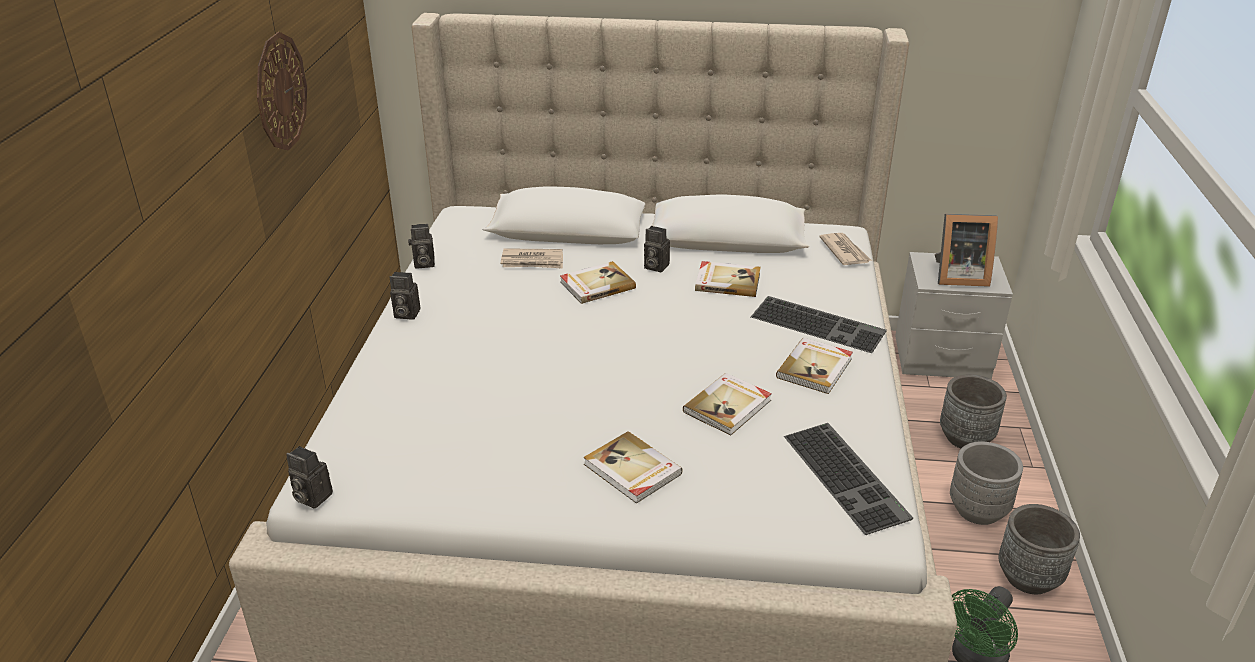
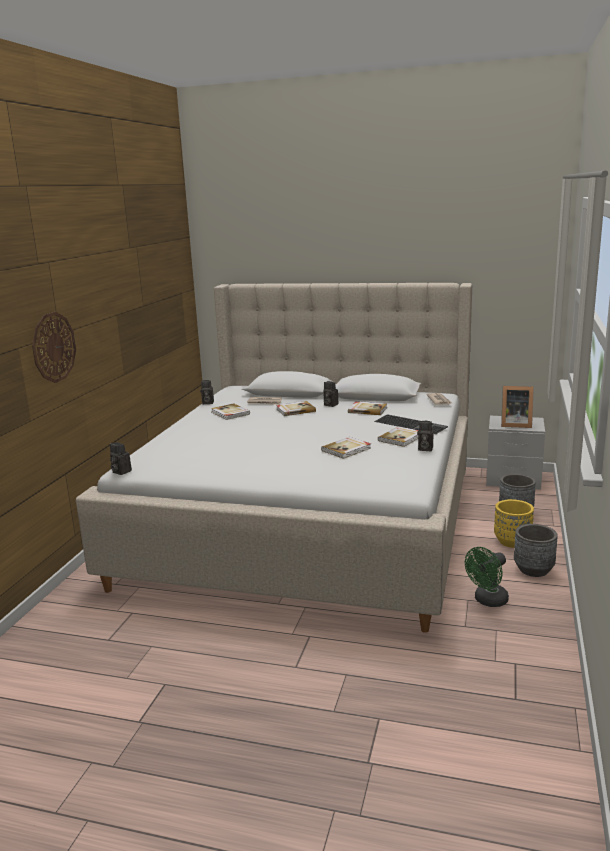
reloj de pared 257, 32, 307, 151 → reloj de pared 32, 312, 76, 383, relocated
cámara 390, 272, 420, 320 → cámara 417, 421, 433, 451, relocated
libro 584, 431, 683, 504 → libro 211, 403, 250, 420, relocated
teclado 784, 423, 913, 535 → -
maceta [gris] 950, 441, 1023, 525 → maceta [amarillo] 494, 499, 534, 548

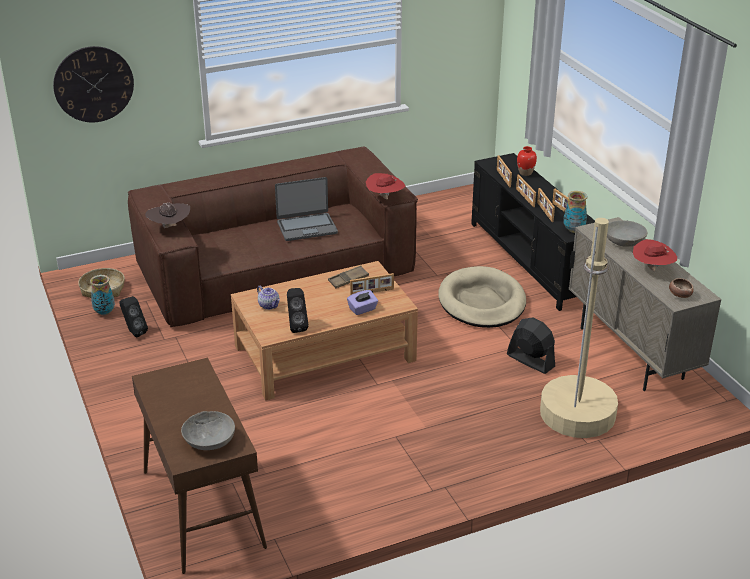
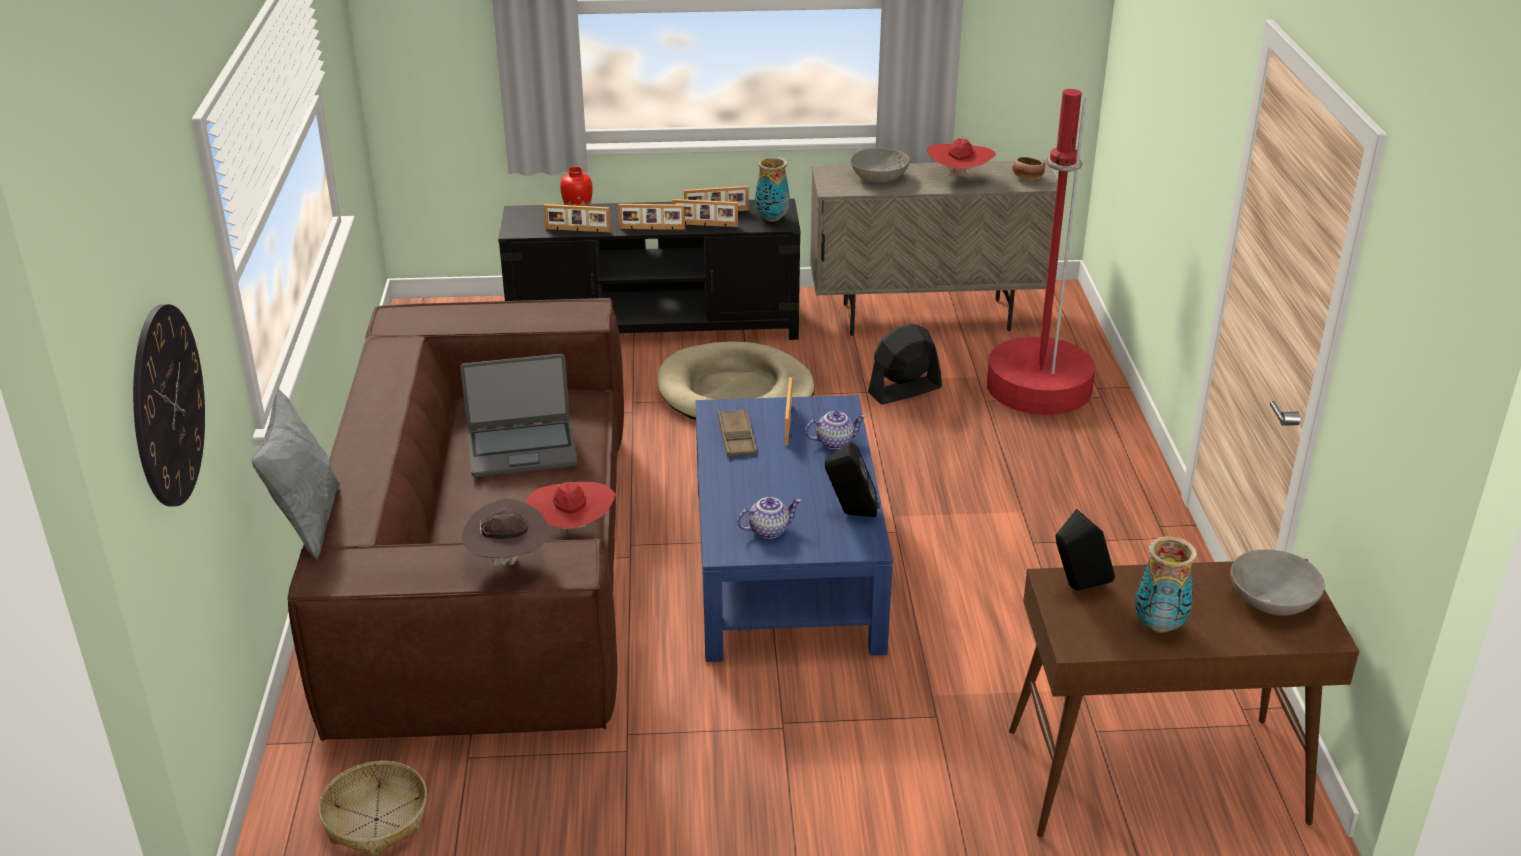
florero 90, 275, 115, 315 → florero 1135, 536, 1197, 633, relocated
altavoz [negro] 119, 296, 148, 338 → altavoz [negro] 1055, 509, 1115, 591, relocated
mesa de centro [marrón] 231, 261, 418, 401 → mesa de centro [azul] 695, 395, 893, 662
portátil 275, 177, 338, 241 → portátil 460, 354, 578, 477, 75 degrees clockwise
caja de pañuelos [morado] 347, 290, 378, 315 → tetera 805, 411, 866, 449
sombrero [rojo] 366, 173, 405, 199 → sombrero [rojo] 525, 482, 615, 529, relocated
lámpara de pie [beis] 540, 218, 618, 438 → lámpara de pie [rojo] 987, 89, 1095, 415
- → cojín [gris] 252, 389, 340, 560

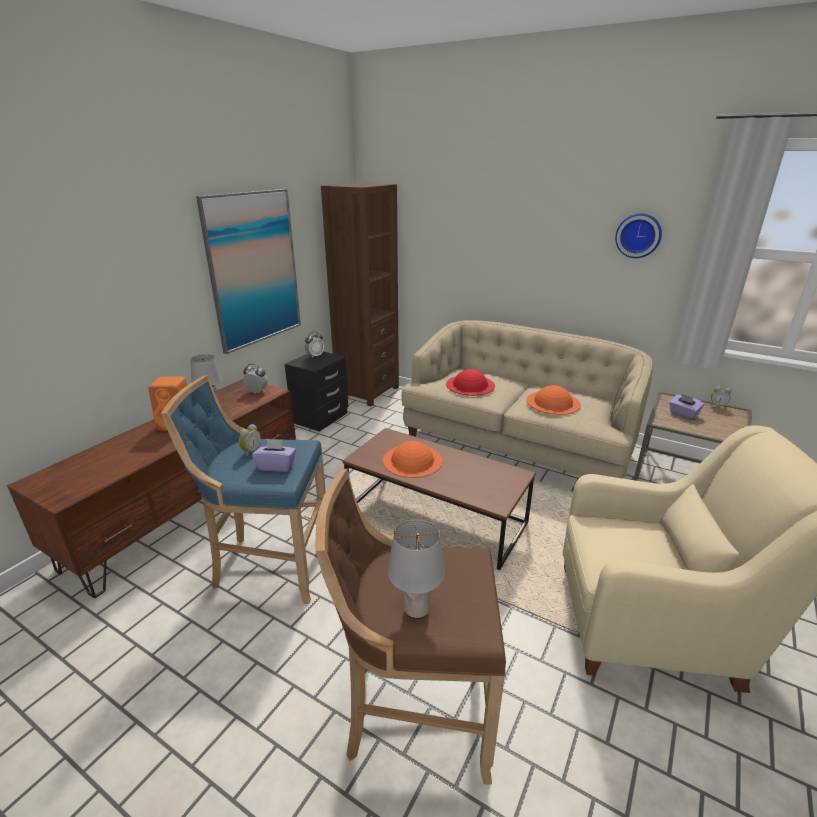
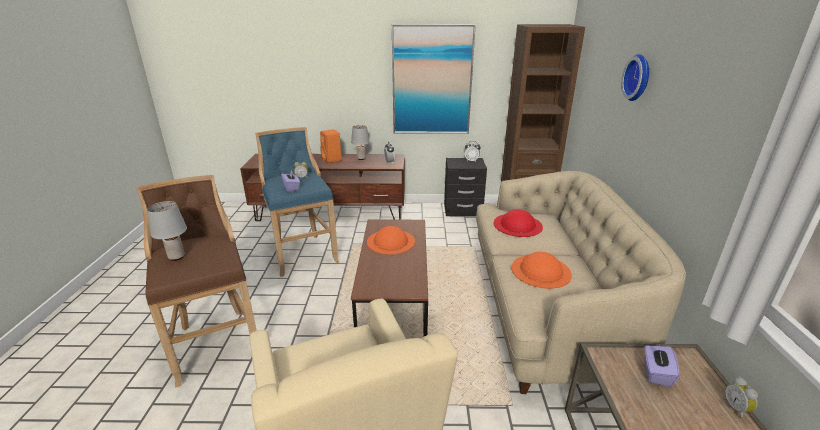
reloj de pared 615, 213, 662, 258 → reloj de pared 621, 54, 649, 101, relocated

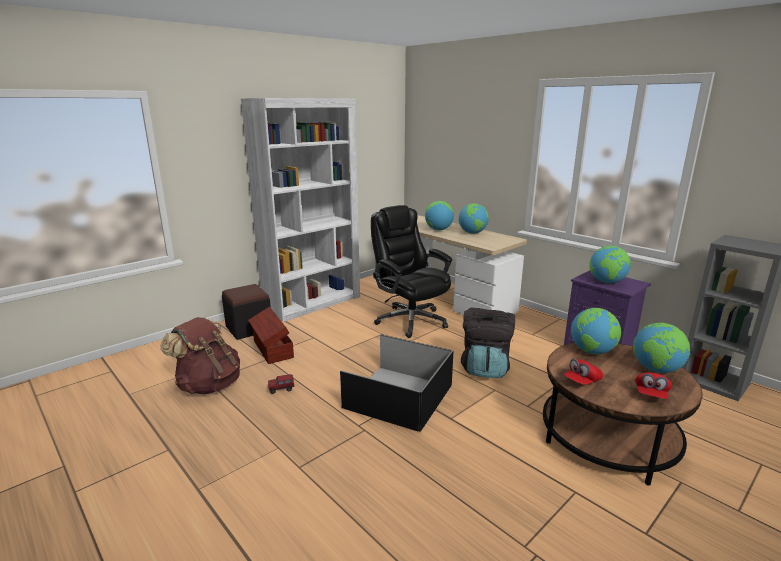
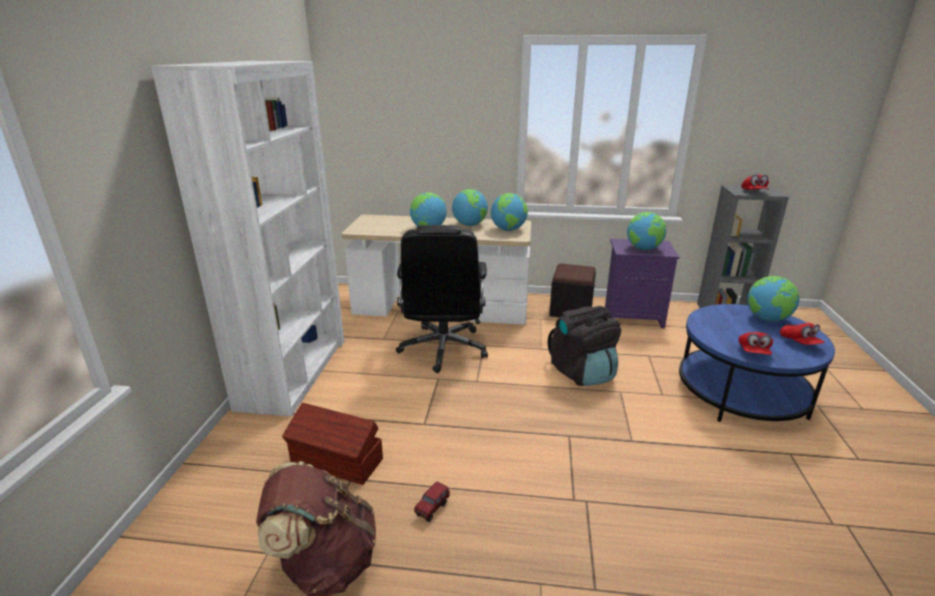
puf [negro] 222, 284, 271, 340 → puf [negro] 549, 264, 596, 317, relocated
caja de almacenaje [negro] 340, 334, 454, 432 → -
silla de oficina [negro] 371, 205, 452, 338 → silla de oficina [negro] 396, 225, 488, 373, 105 degrees counterclockwise
mesa de centro [marrón] 543, 343, 703, 486 → mesa de centro [azul] 679, 304, 835, 422
globo terráqueo 571, 308, 621, 354 → globo terráqueo 491, 193, 528, 231, relocated
- → gorra [rojo] 741, 174, 769, 190

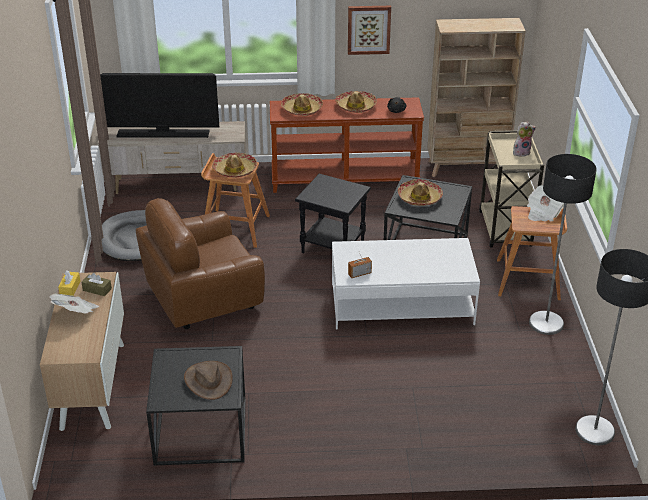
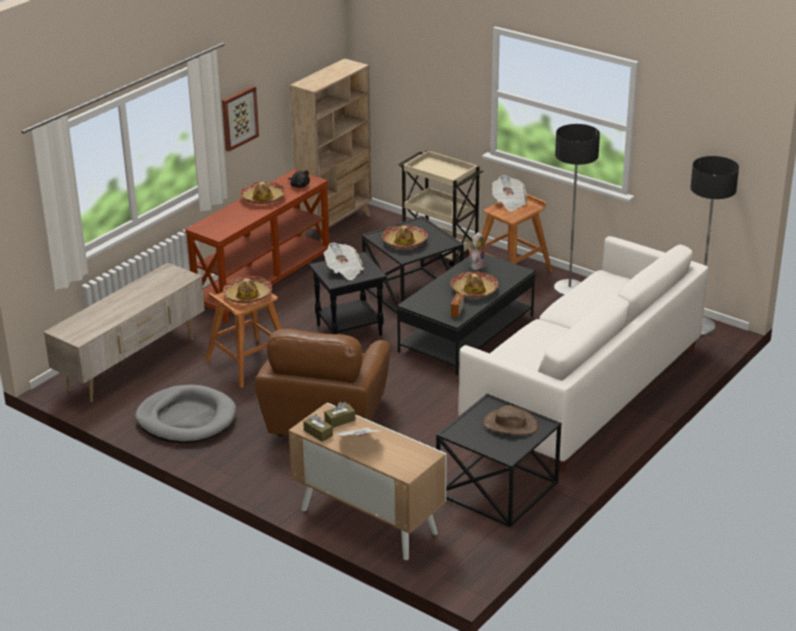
caja de pañuelos [amarillo] 58, 270, 80, 296 → caja de pañuelos [marrón] 303, 414, 333, 442
televisor 100, 73, 219, 138 → -
sombrero 281, 93, 323, 116 → sombrero 450, 272, 498, 298, relocated
mesa de centro [blanco] 332, 238, 480, 330 → mesa de centro [negro] 397, 253, 535, 376
peluche 513, 121, 536, 157 → peluche 468, 232, 485, 270, relocated
- → periódico 324, 242, 364, 280
- → sofá [blanco] 458, 236, 708, 472

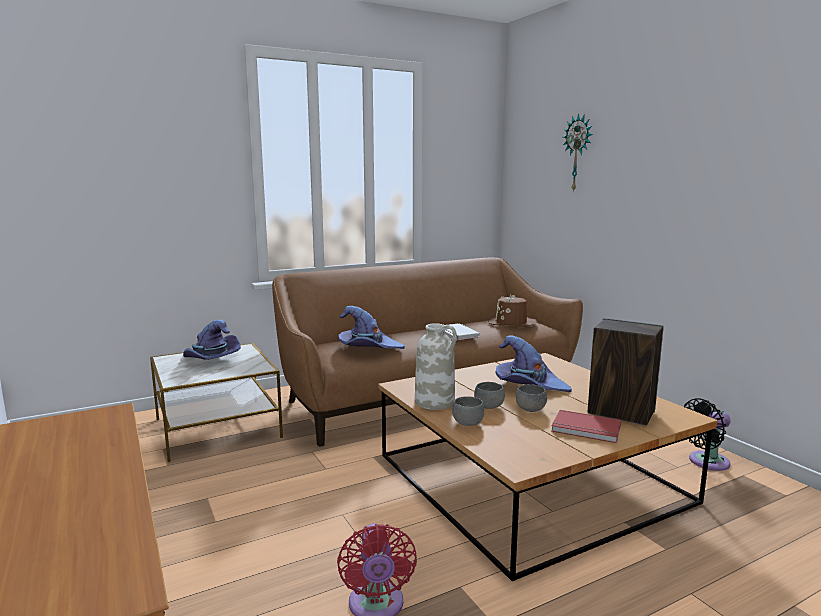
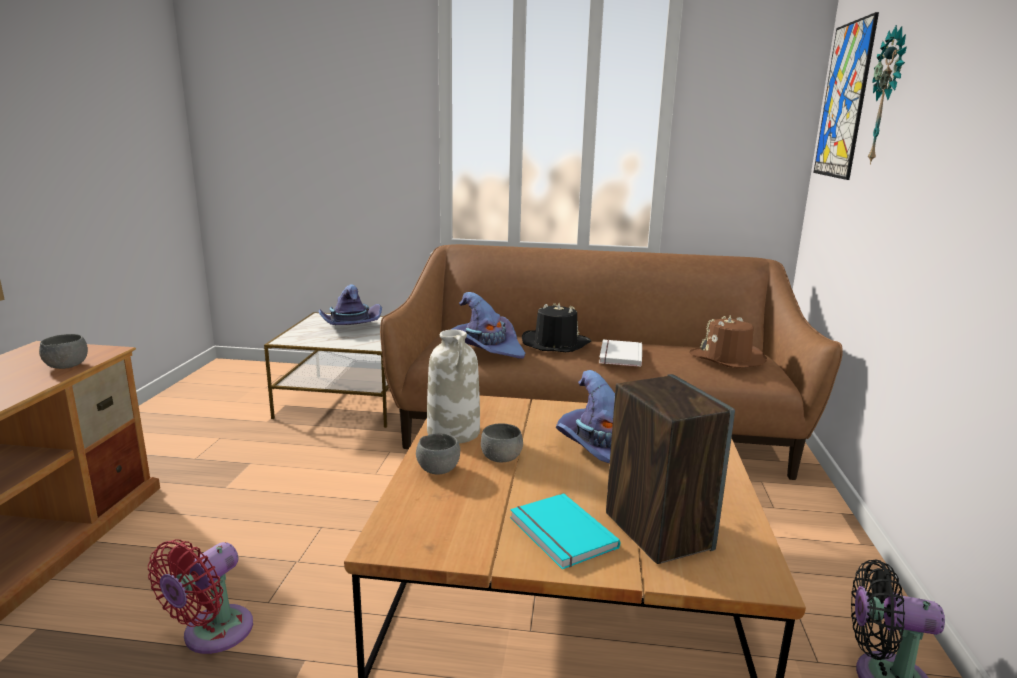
cuenco [gris] 516, 384, 547, 412 → cuenco [gris] 39, 334, 88, 369, relocated
libro [rojo] 551, 410, 621, 443 → libro [turquesa] 510, 493, 620, 569
- → sombrero [negro] 522, 303, 591, 352
- → cuadro 813, 12, 879, 180

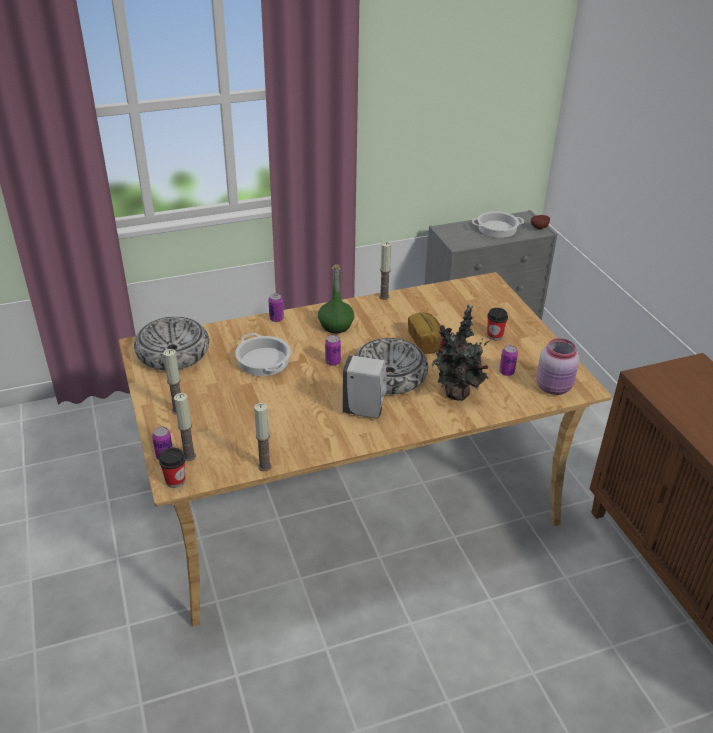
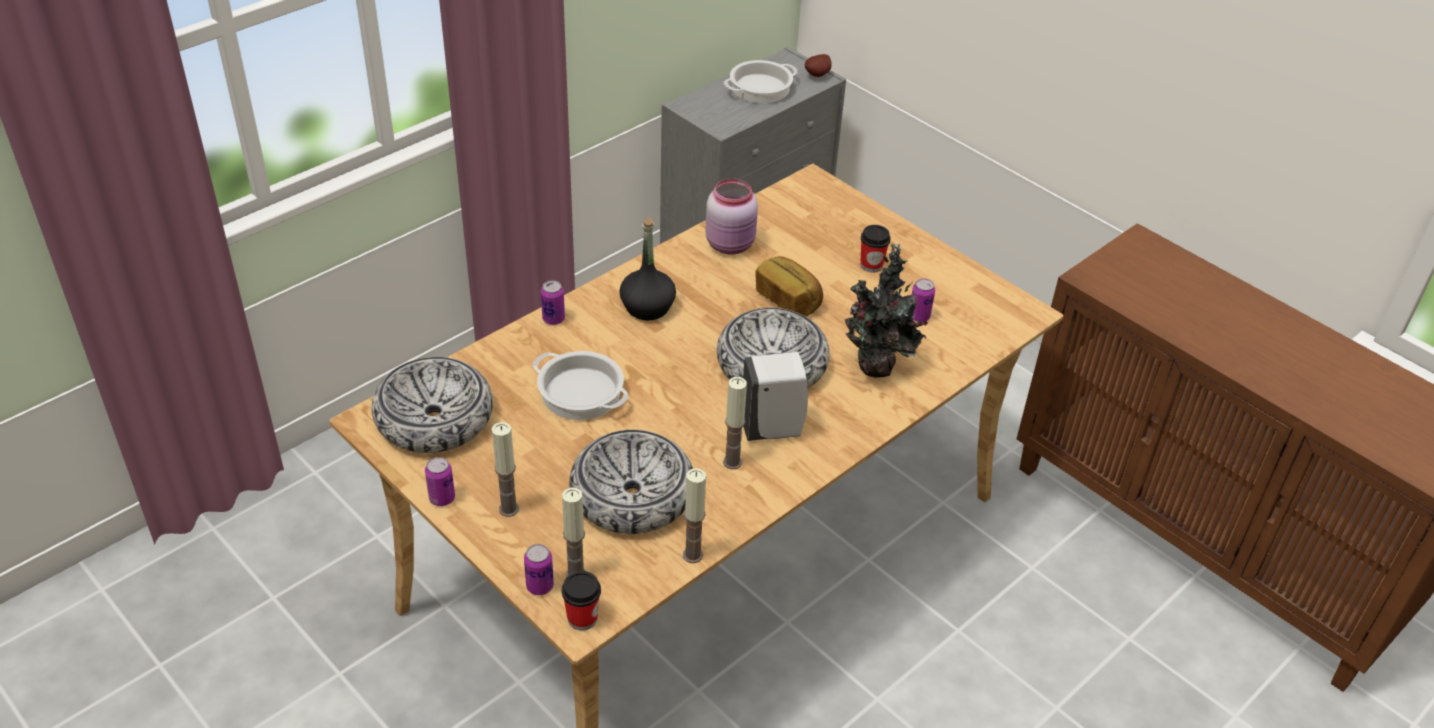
botella [verde] 318, 264, 354, 333 → botella [negro] 619, 218, 676, 321
lata 325, 335, 341, 366 → lata 425, 457, 455, 506, relocated
vela 379, 242, 392, 300 → vela 723, 377, 747, 470, relocated
tarro [rosa] 536, 338, 579, 395 → tarro [rosa] 705, 179, 758, 255, relocated
- → cuenco 569, 430, 693, 534

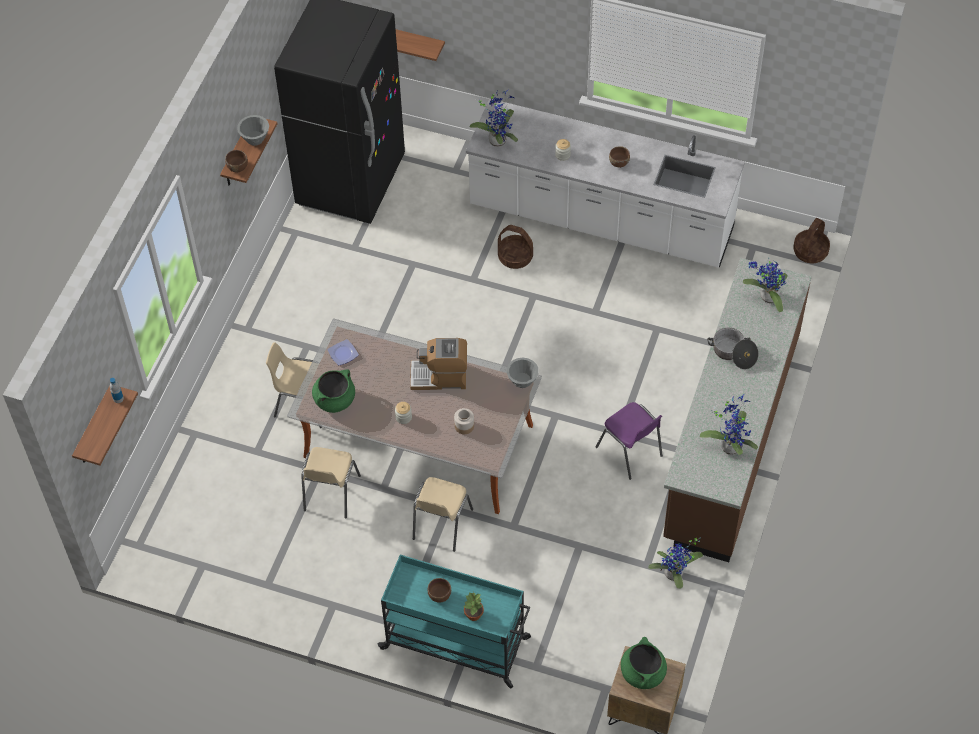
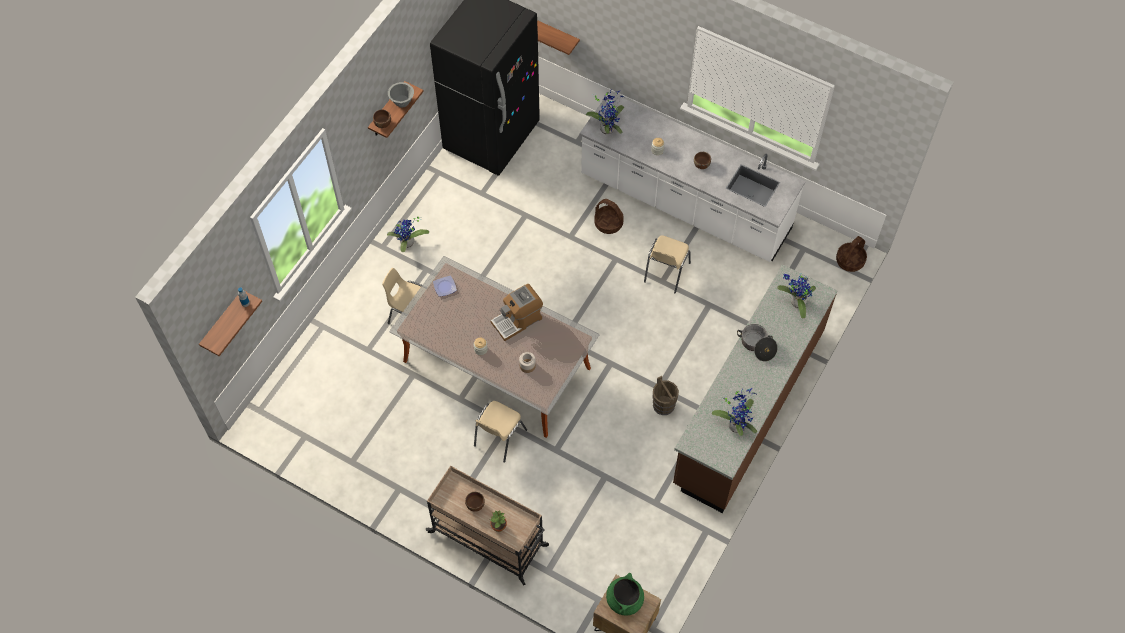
silla [beis] 301, 447, 361, 519 → silla [beis] 644, 235, 691, 294, relocated
olla [verde] 312, 369, 355, 413 → -
carrito [turquesa] 377, 555, 531, 688 → carrito [beis] 426, 466, 549, 585
cafetera 410, 338, 467, 390 → cafetera 490, 284, 543, 341, 45 degrees counterclockwise
cuenco [gris] 507, 358, 539, 388 → -
silla [morado] 596, 402, 663, 480 → cubo [marrón] 652, 376, 679, 415
planta en maceta 648, 537, 703, 589 → planta en maceta 387, 217, 429, 252, relocated

